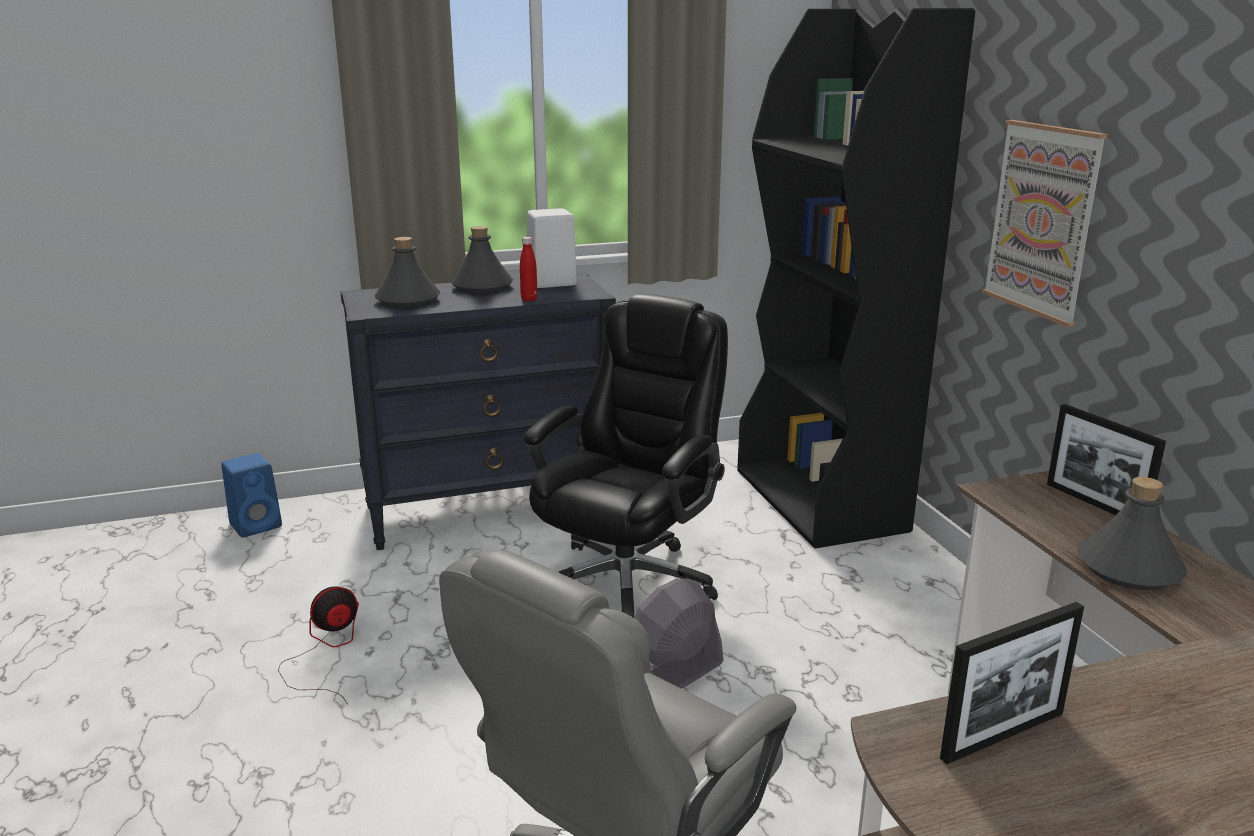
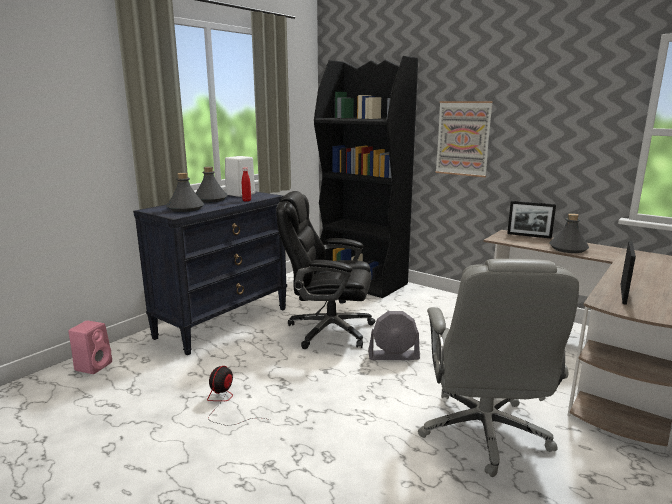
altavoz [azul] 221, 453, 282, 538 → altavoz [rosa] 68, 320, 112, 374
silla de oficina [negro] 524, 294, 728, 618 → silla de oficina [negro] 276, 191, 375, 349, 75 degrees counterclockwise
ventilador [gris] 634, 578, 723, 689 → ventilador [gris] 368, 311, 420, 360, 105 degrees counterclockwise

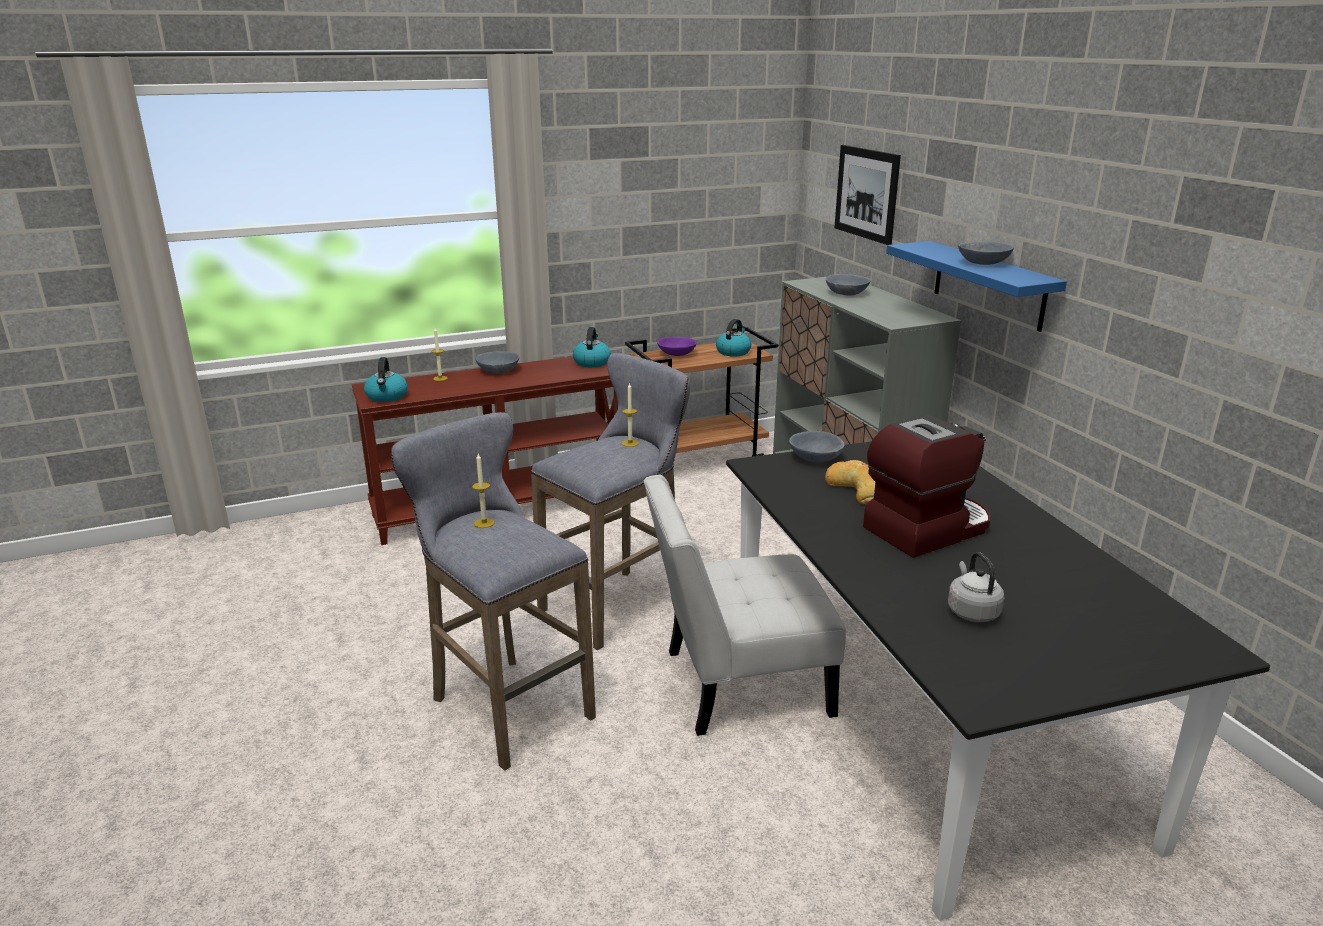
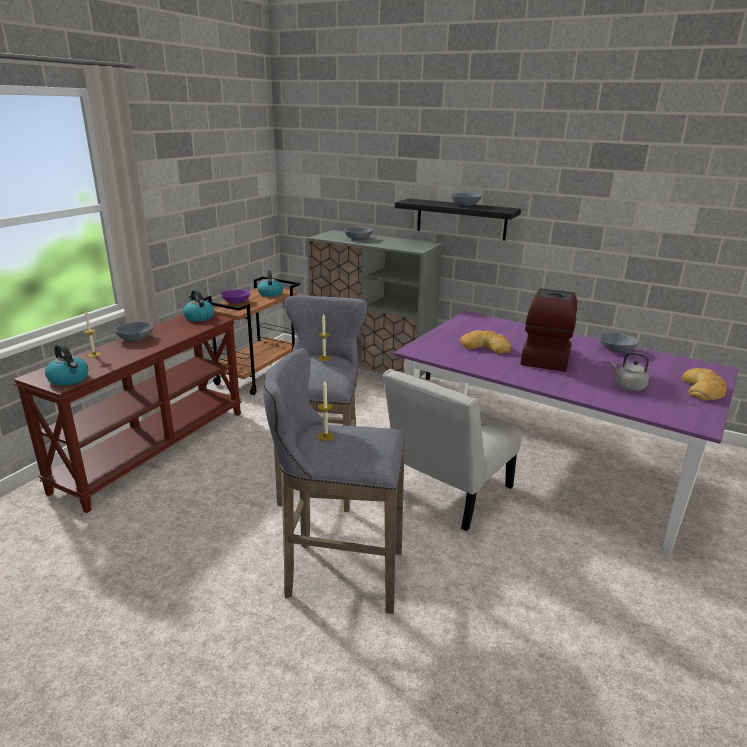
mesa de comedor [negro] 726, 442, 1270, 921 → mesa de comedor [morado] 394, 311, 738, 557
cuenco [gris] 789, 431, 845, 463 → cuenco [gris] 599, 332, 639, 353, relocated
cuadro 834, 145, 901, 245 → -
estante [azul] 886, 241, 1067, 332 → estante [negro] 395, 198, 521, 241
- → pan 682, 368, 727, 401

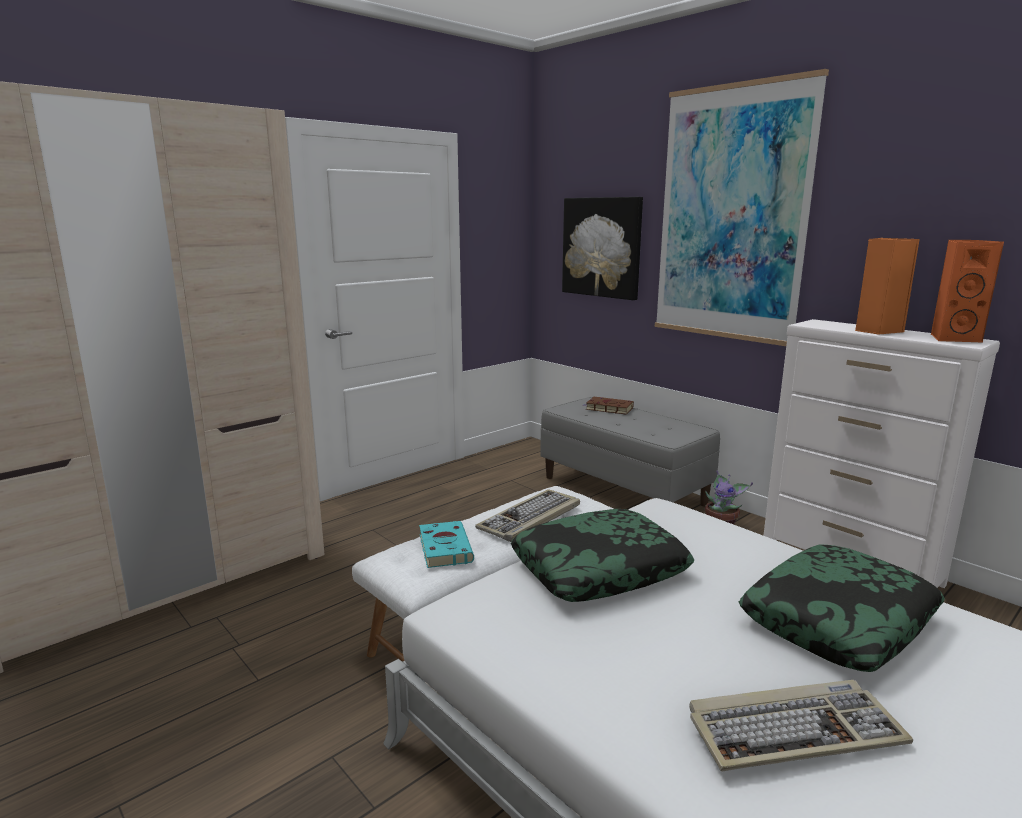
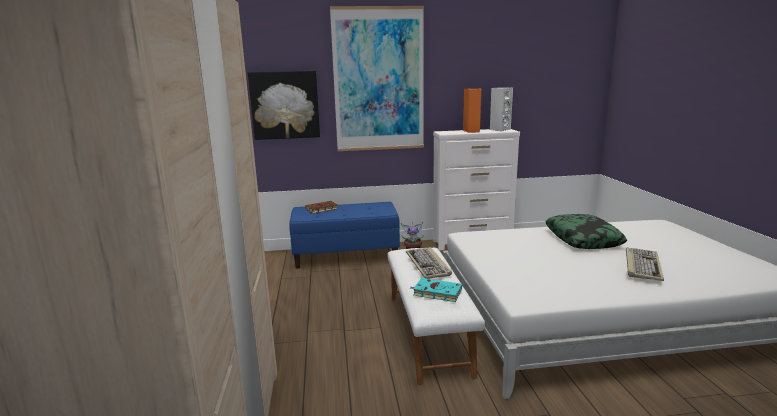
cojín 511, 509, 695, 602 → -
banco [gris] 540, 397, 720, 507 → banco [azul] 289, 202, 400, 269
altavoz [naranja] 931, 240, 1004, 343 → altavoz [blanco] 490, 88, 513, 131

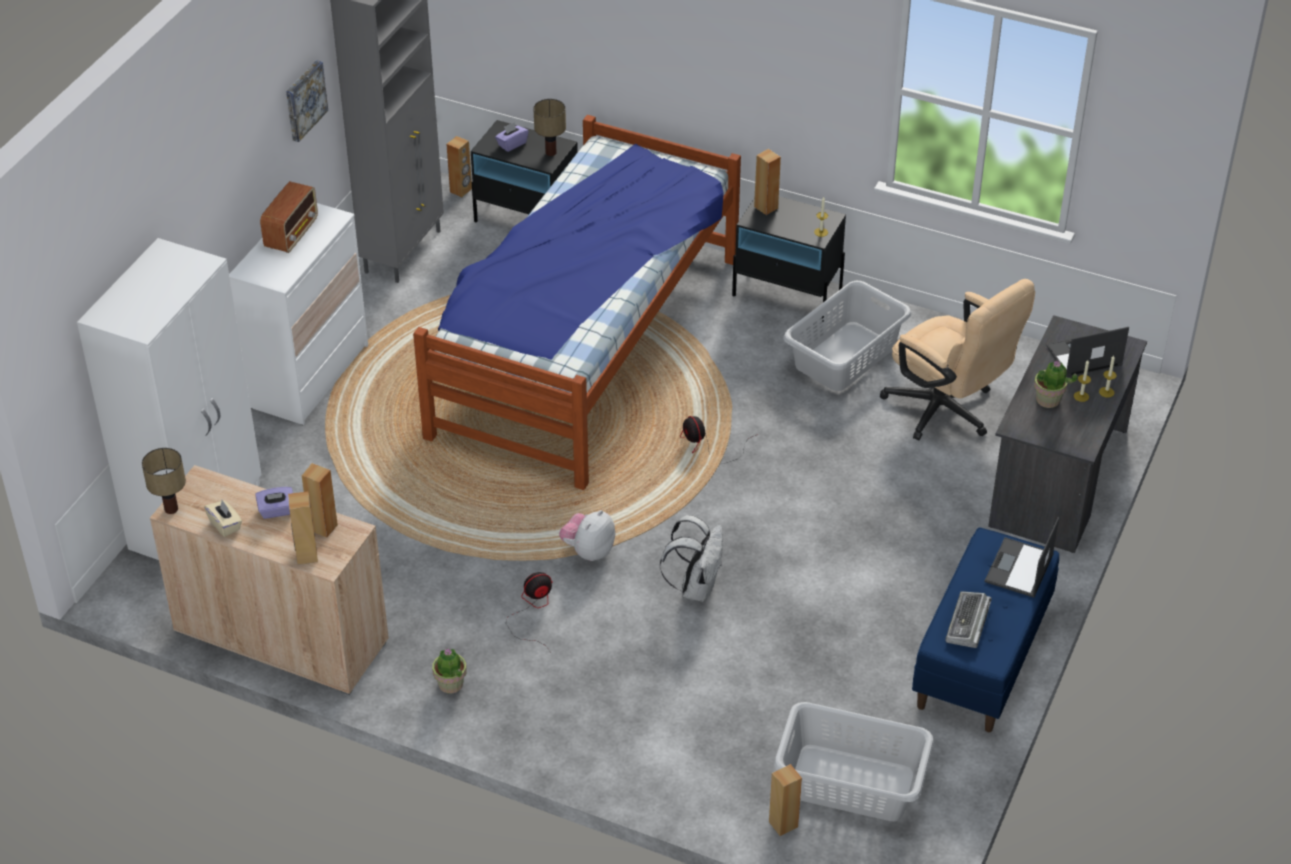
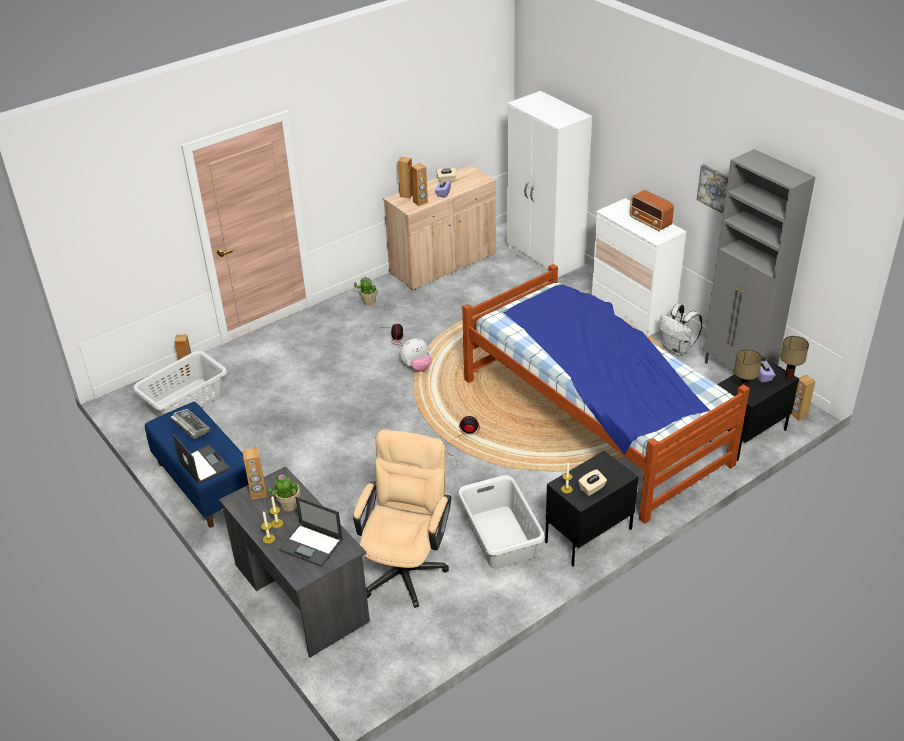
lámpara de mesa 142, 448, 186, 514 → lámpara de mesa 780, 336, 809, 380, relocated
peluche 559, 510, 615, 561 → peluche 400, 338, 432, 372, 90 degrees clockwise
mochila [blanco] 660, 515, 723, 602 → mochila [blanco] 659, 303, 703, 356, relocated
altavoz [marrón] 754, 149, 781, 215 → altavoz [marrón] 243, 447, 267, 500, relocated
silla de oficina [beis] 880, 279, 1035, 440 → silla de oficina [beis] 353, 429, 451, 608, 120 degrees clockwise
portátil 1046, 327, 1129, 377 → portátil 279, 497, 343, 567, 105 degrees clockwise
- → caja de pañuelos [beis] 578, 469, 607, 496

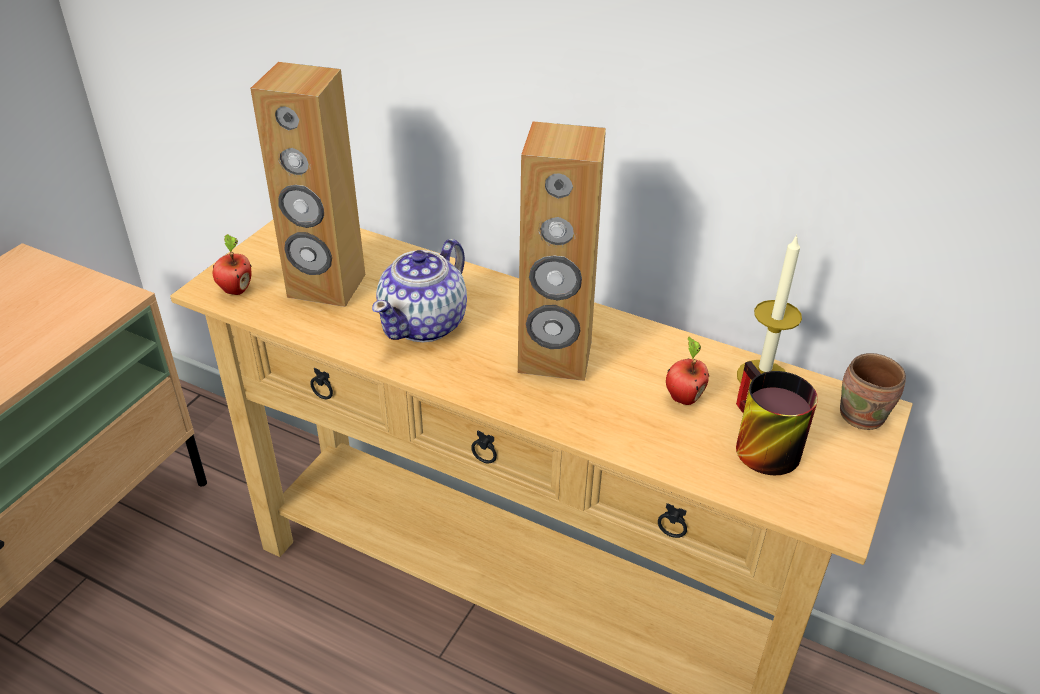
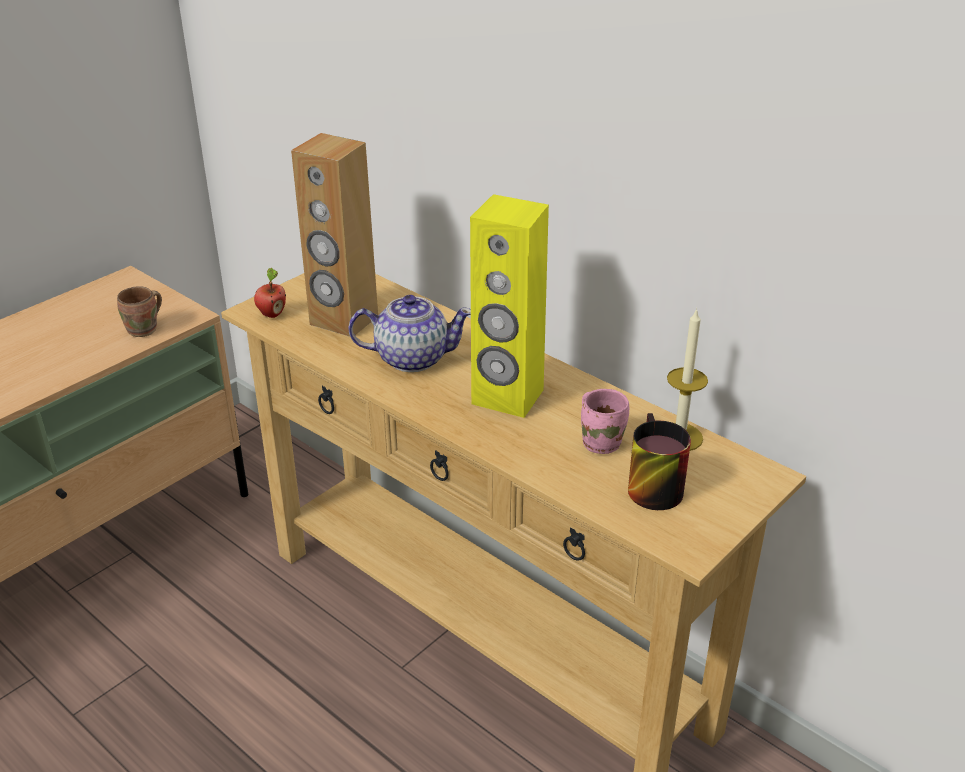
tetera 372, 239, 467, 342 → tetera 348, 295, 471, 372, 135 degrees counterclockwise
altavoz [marrón] 518, 121, 606, 381 → altavoz [amarillo] 470, 194, 549, 418
manzana 666, 336, 709, 405 → taza grande [rosa] 581, 389, 629, 454
taza grande [marrón] 840, 353, 906, 430 → taza grande [marrón] 117, 286, 162, 337, relocated

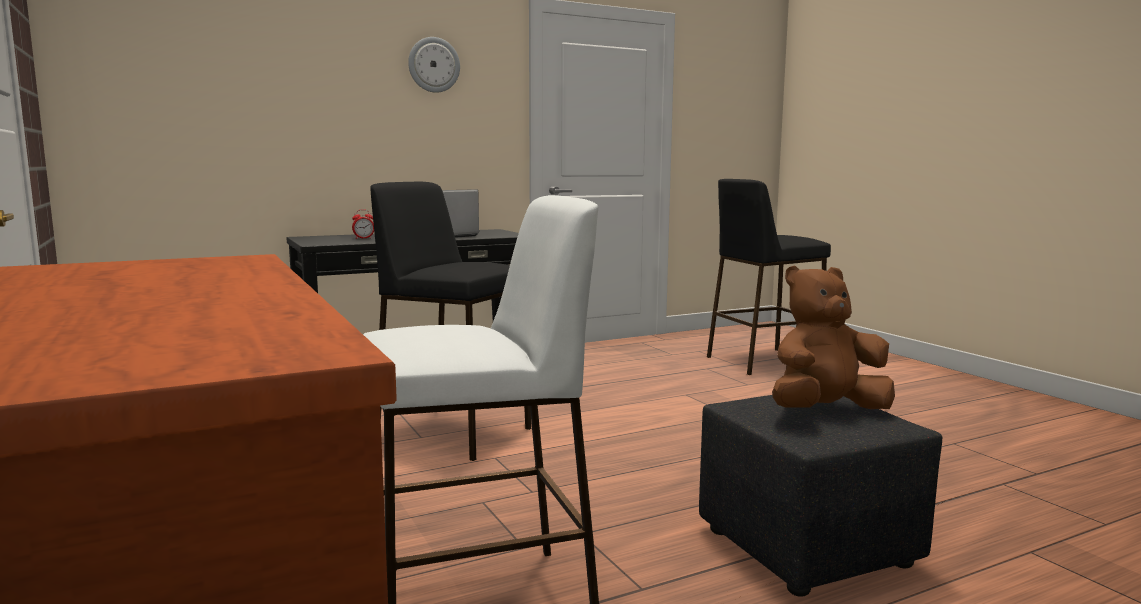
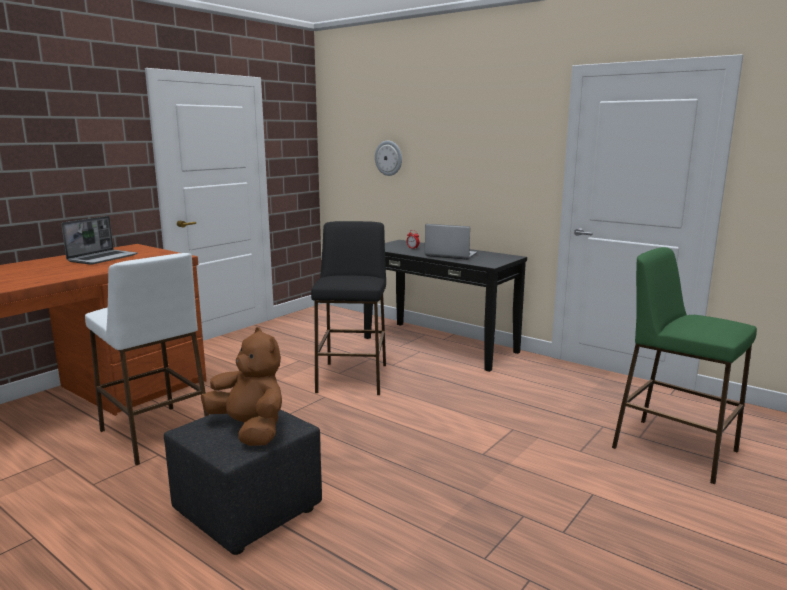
reloj de pared 408, 37, 460, 93 → reloj de pared 375, 141, 402, 176, relocated
taburete [negro] 707, 179, 831, 375 → taburete [verde] 612, 247, 757, 484
- → portátil 61, 216, 138, 265

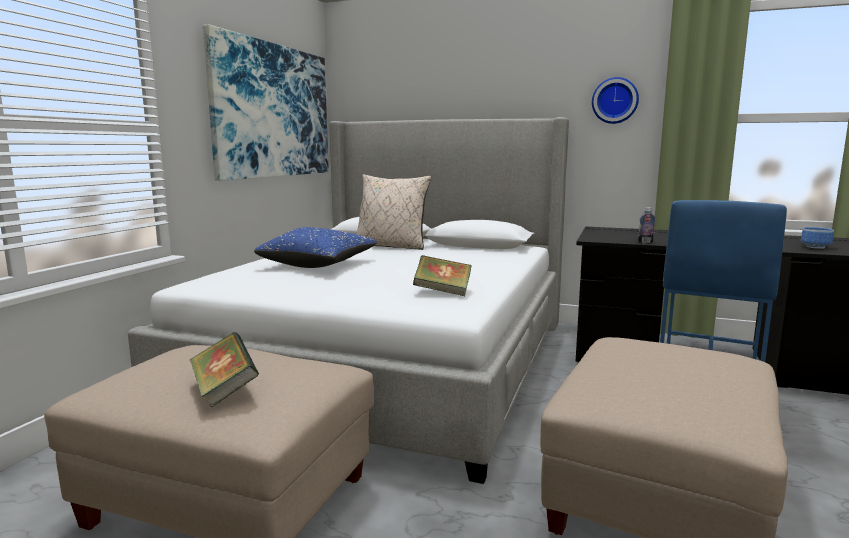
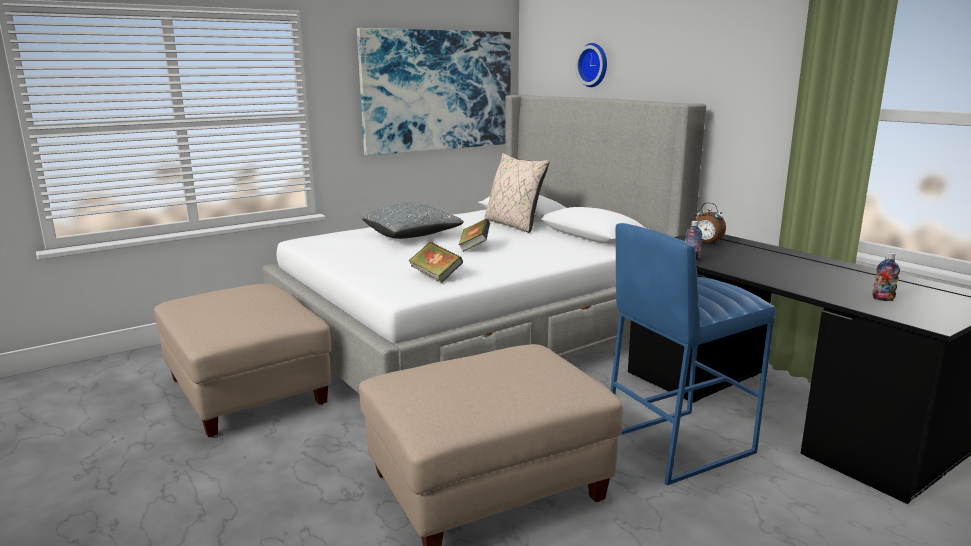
libro 190, 332, 259, 407 → libro 459, 219, 490, 252, relocated
cojín [azul] 254, 227, 377, 268 → cojín [gris] 362, 202, 464, 239
reloj de pared 592, 77, 639, 124 → reloj de pared 576, 43, 607, 87, relocated
cuenco 801, 227, 834, 249 → botella 872, 253, 900, 301
- → despertador 694, 203, 726, 245

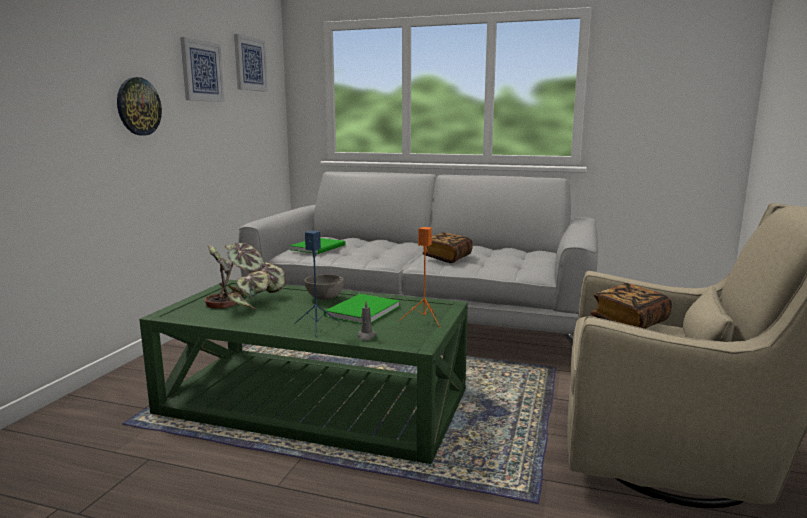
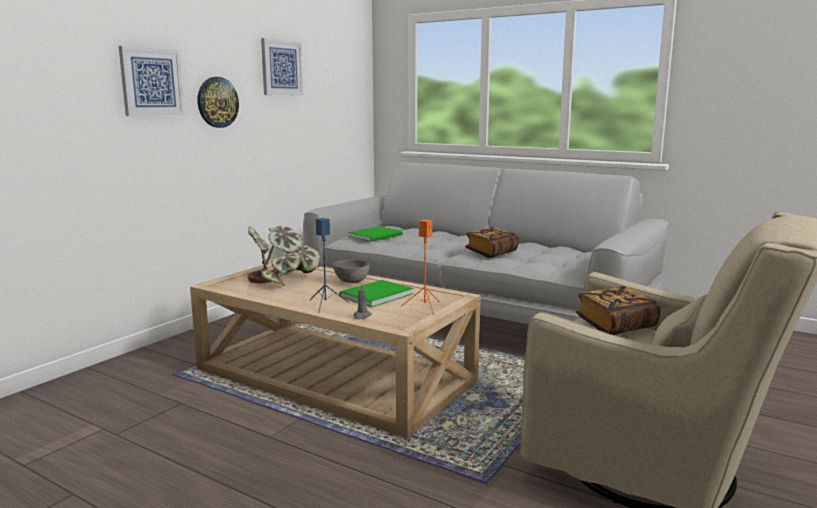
mesa de centro [verde] 139, 280, 468, 464 → mesa de centro [beis] 190, 262, 481, 438
cuadro 234, 34, 268, 92 → cuadro 119, 46, 185, 116, relocated

